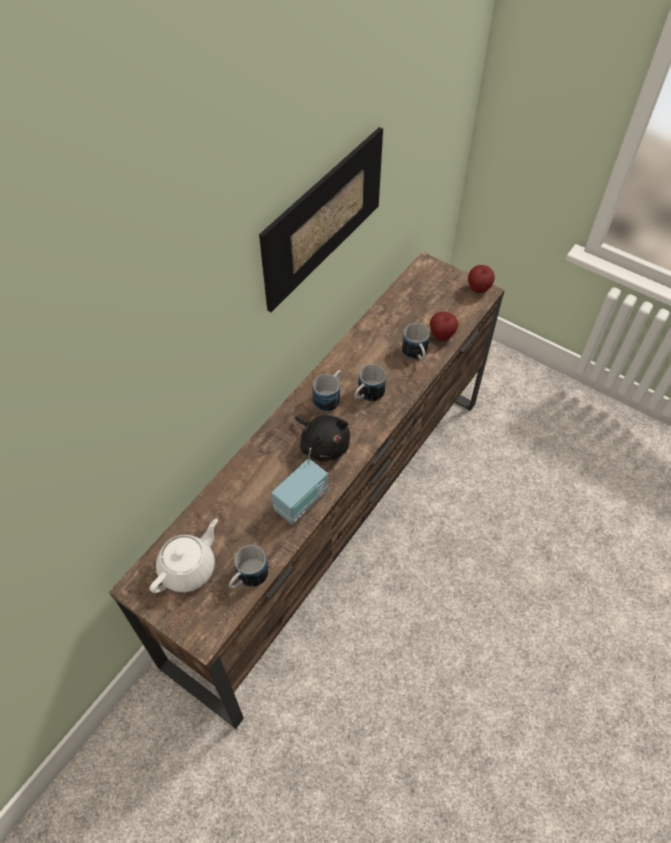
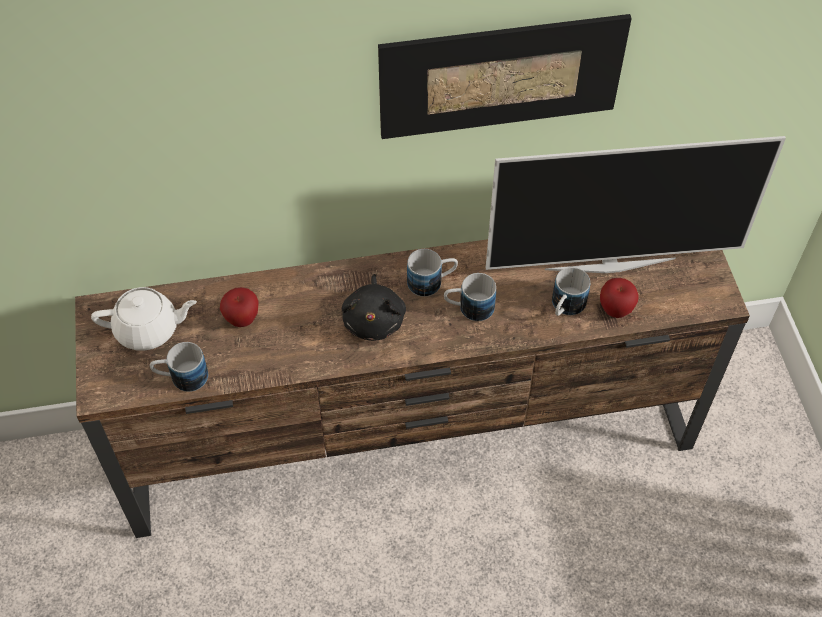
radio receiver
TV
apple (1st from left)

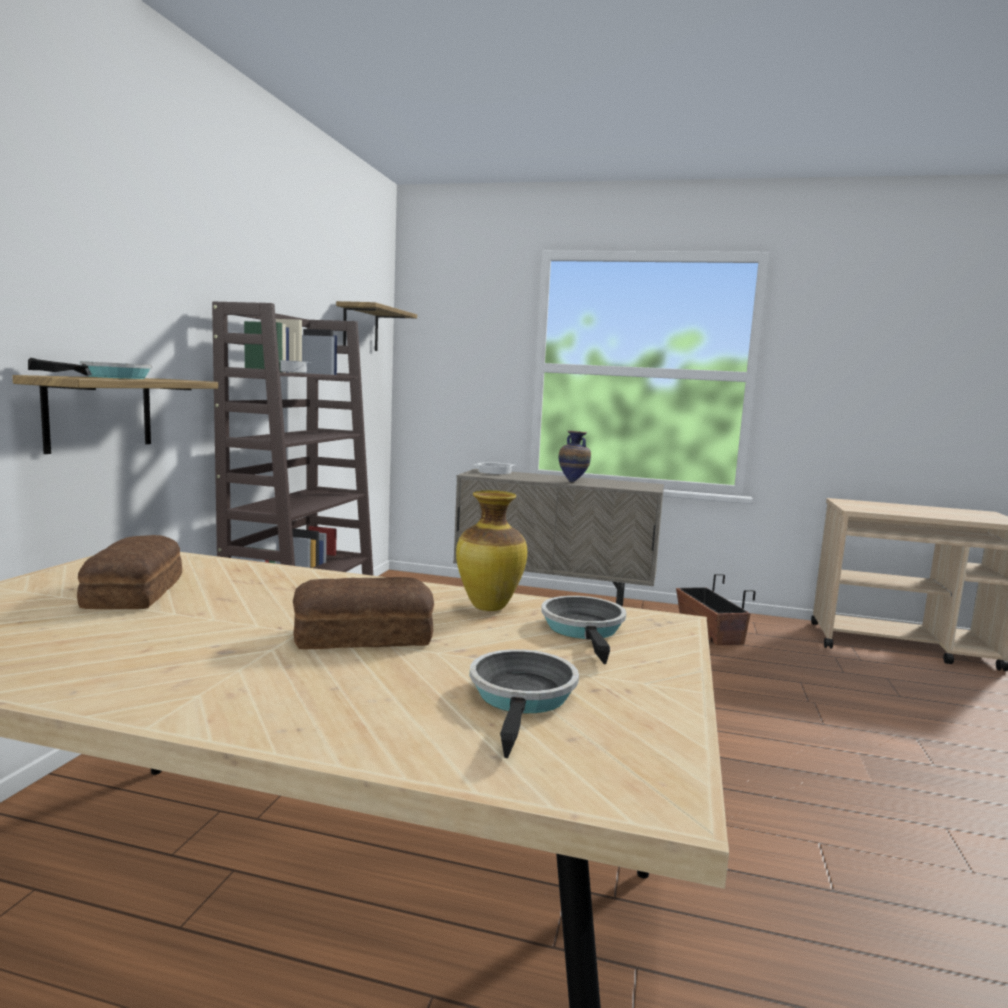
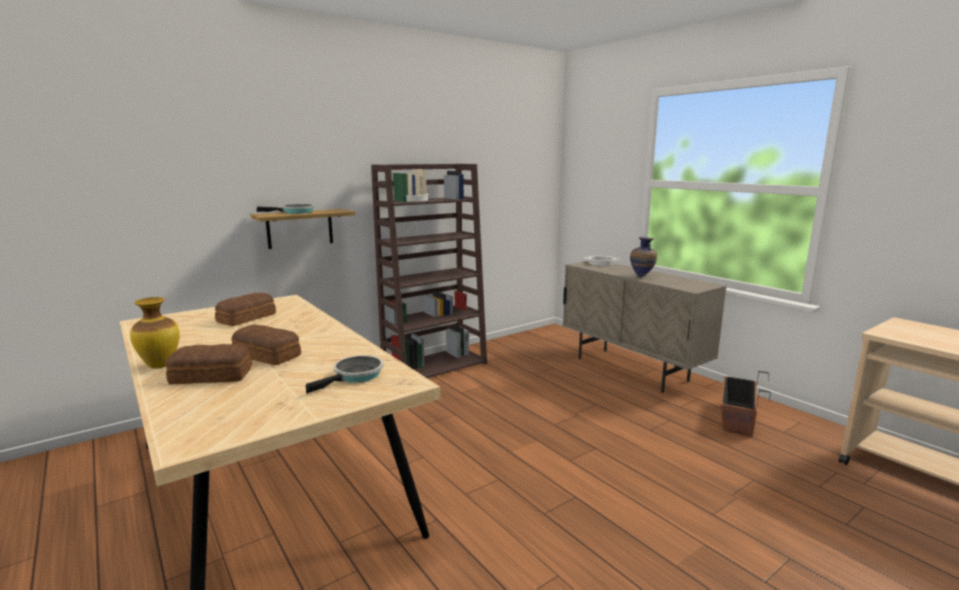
shelf (2nd from left in the first image)
frying pan (2nd from left in the first image)
bread (1st from left)
decorative vase (1st from left)

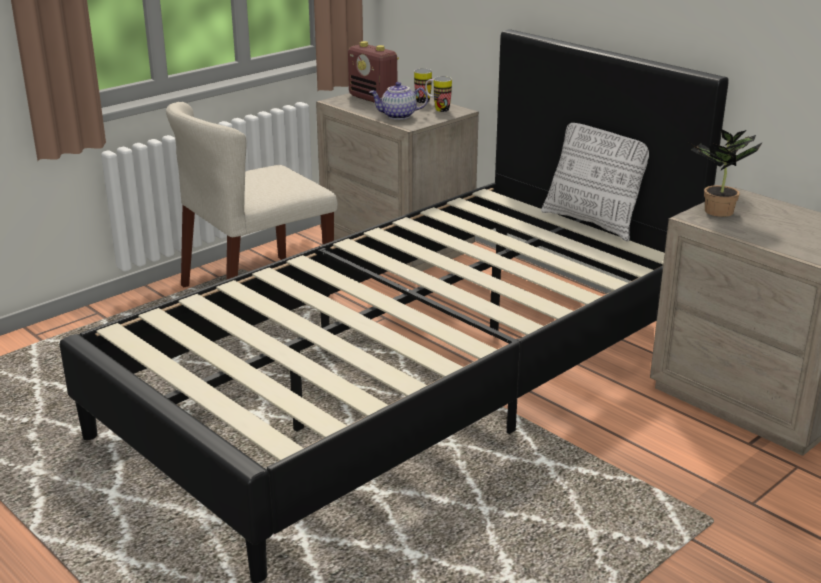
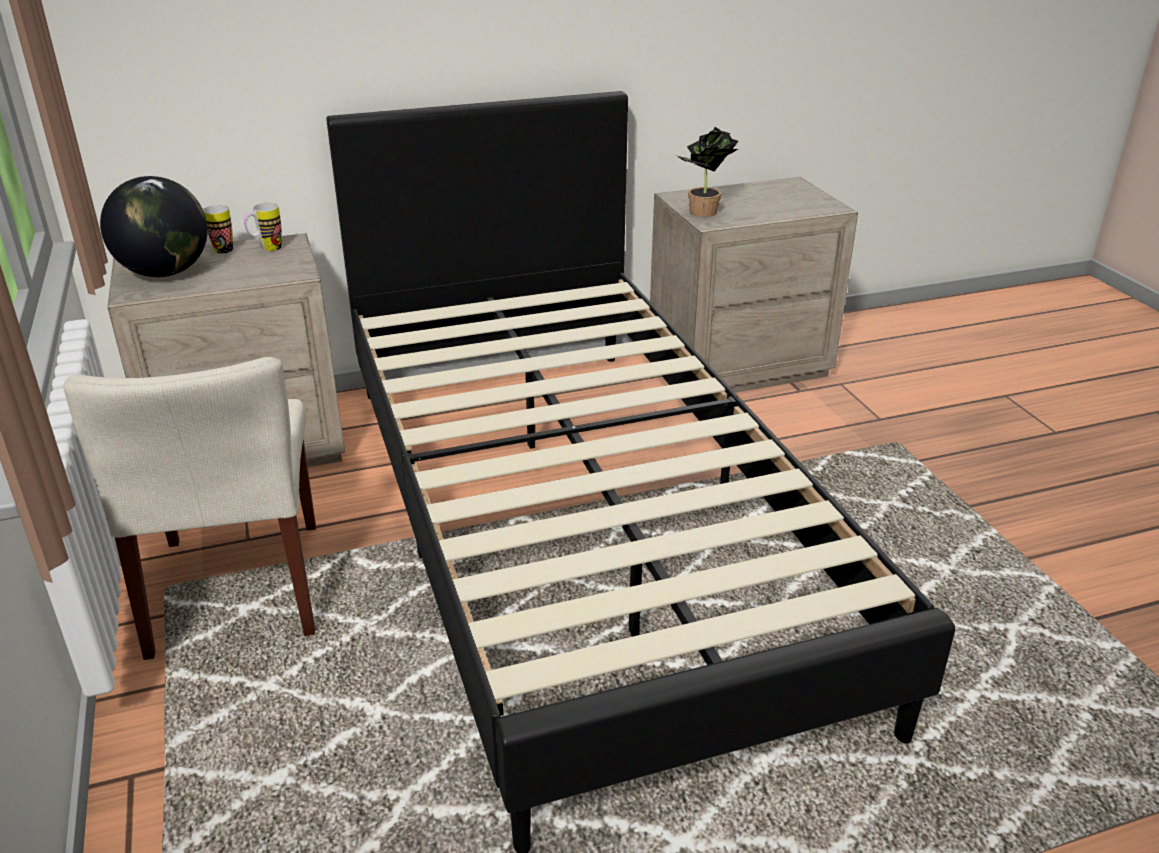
teapot
pillow
globe

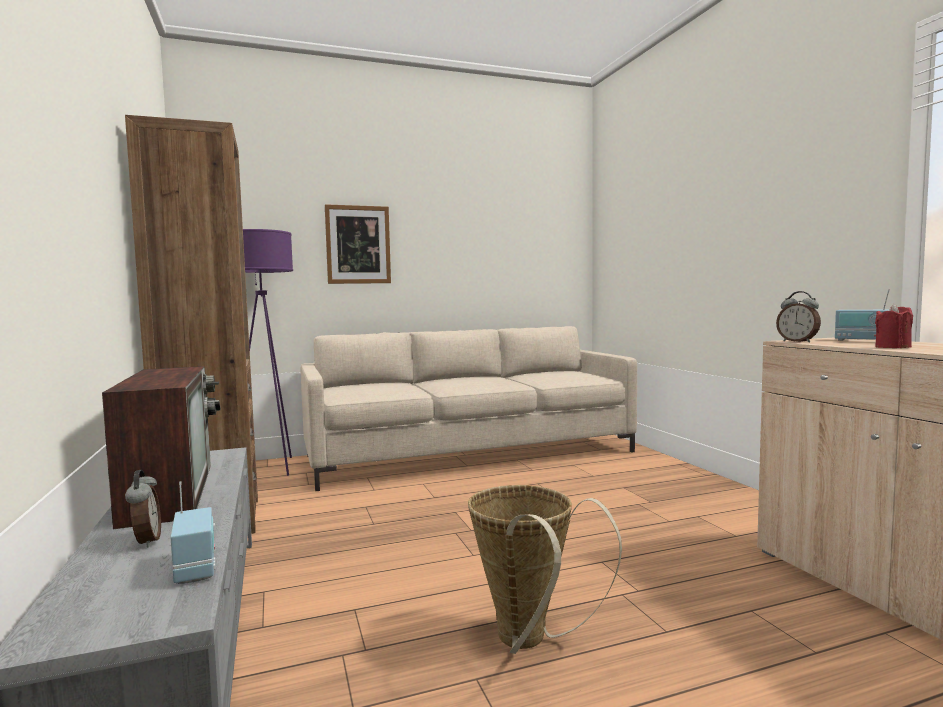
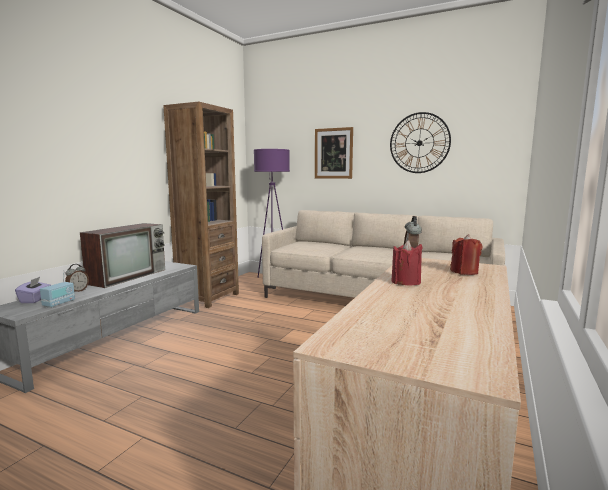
storage basket
purple tissue box
wall clock
red-coloured wax light (2nd from left)

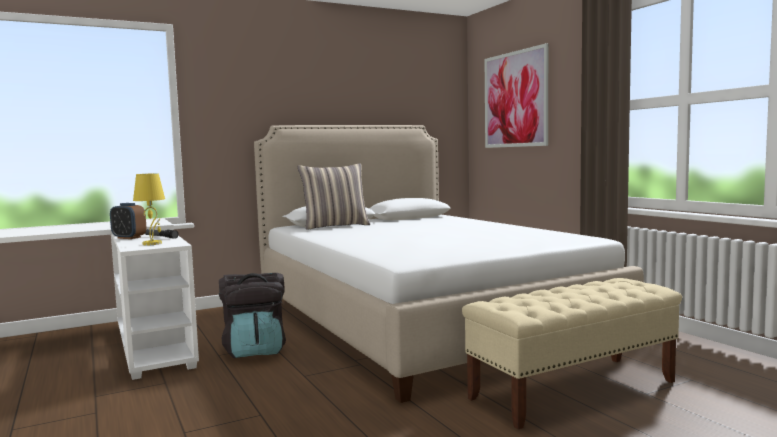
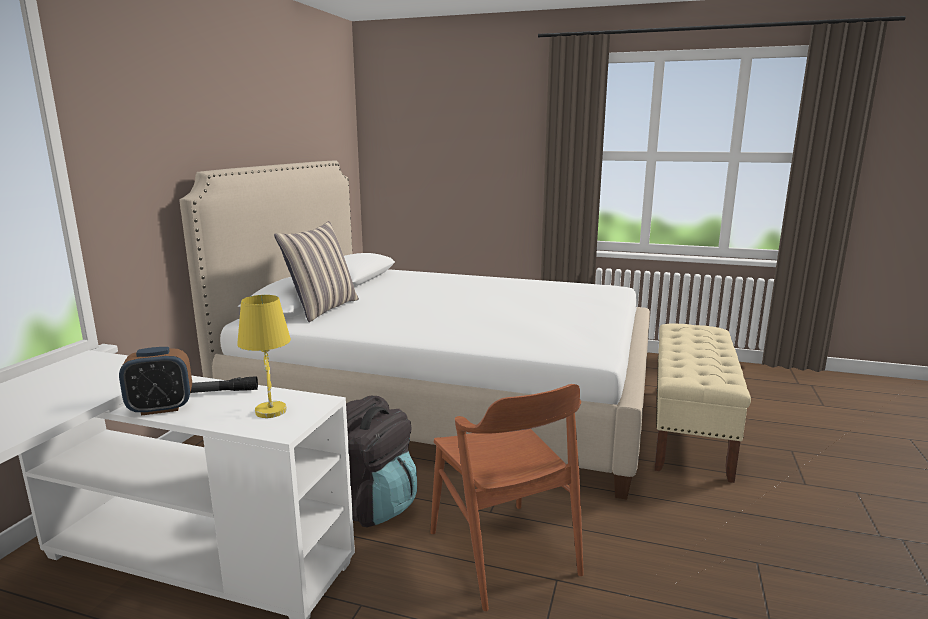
picture
brown upright chair

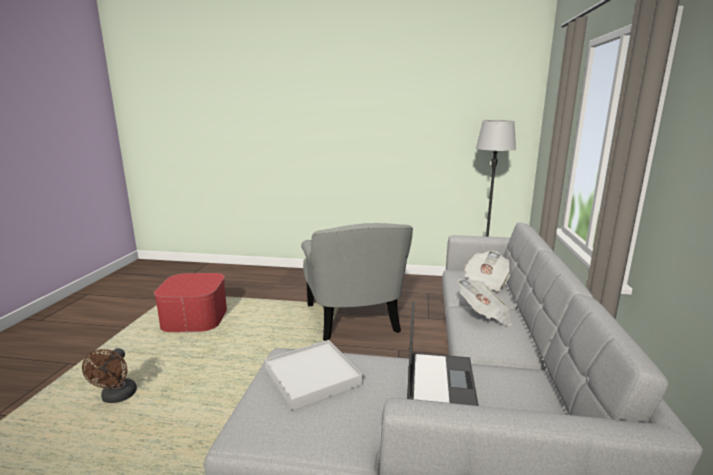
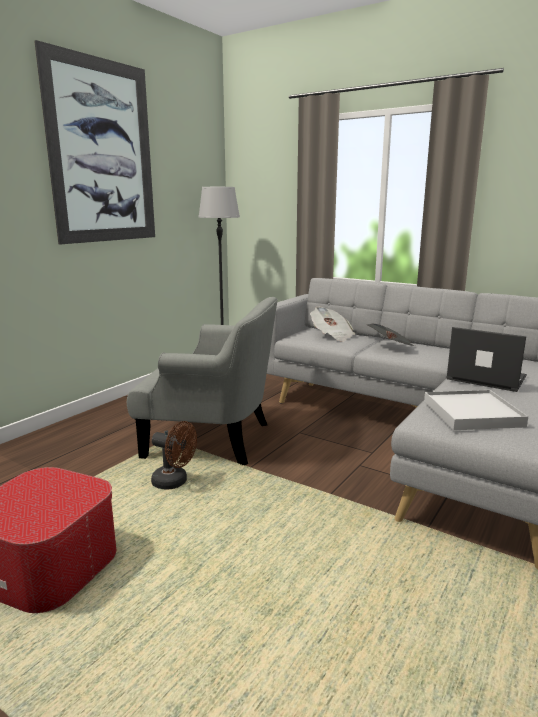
picture
brown electric fan

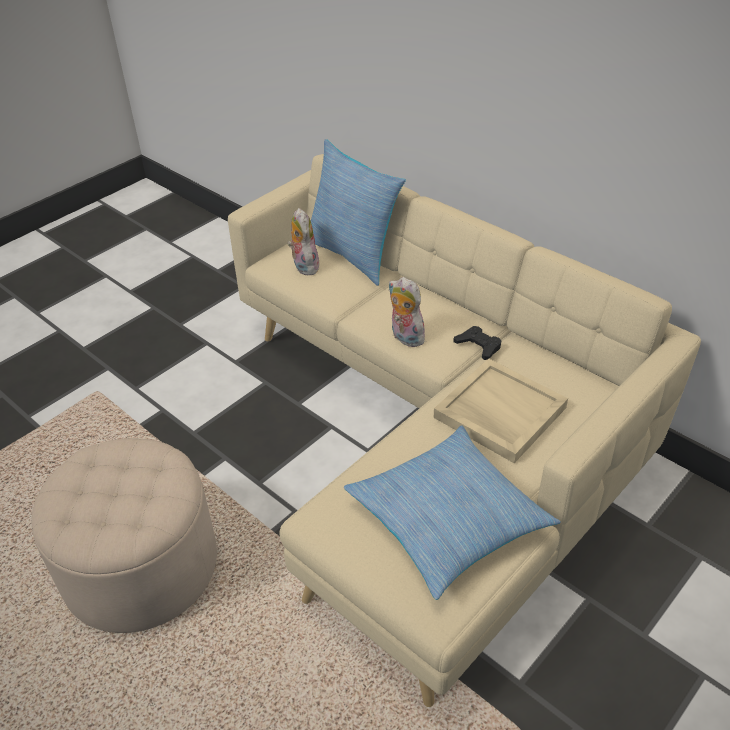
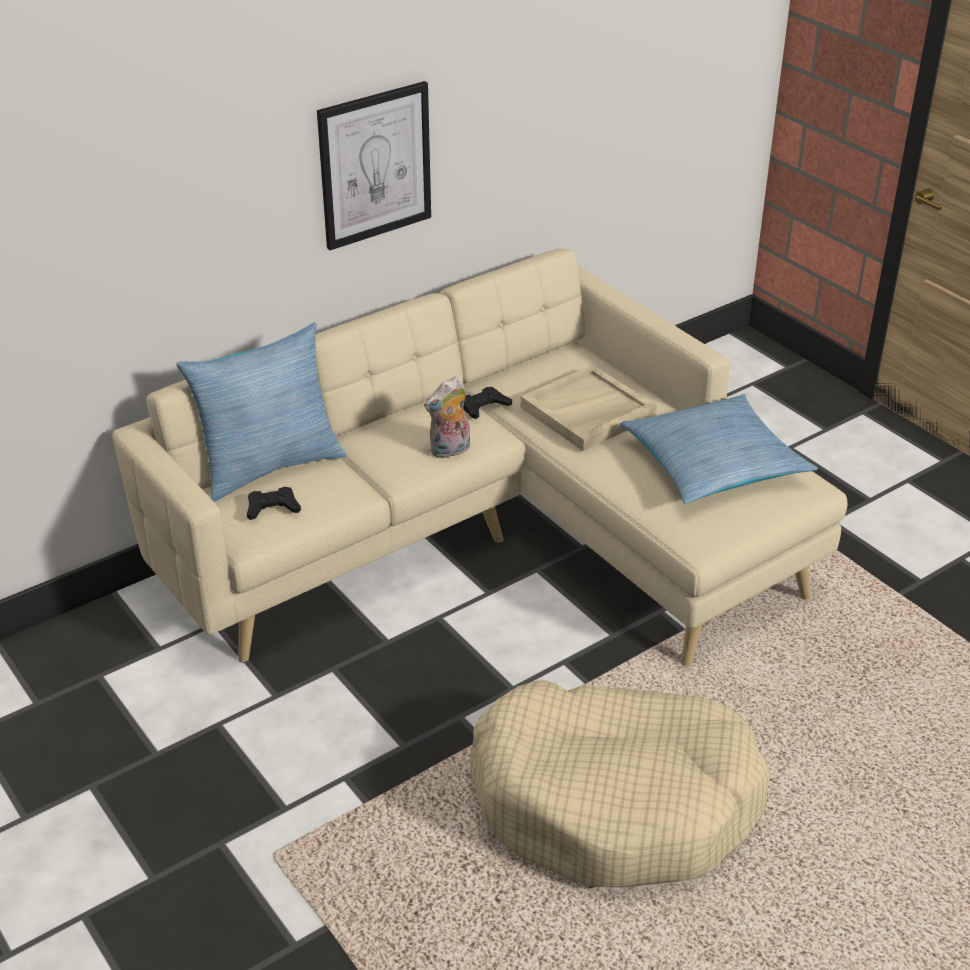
picture
sand-coloured dog cushion
black gamepad (1st from left)

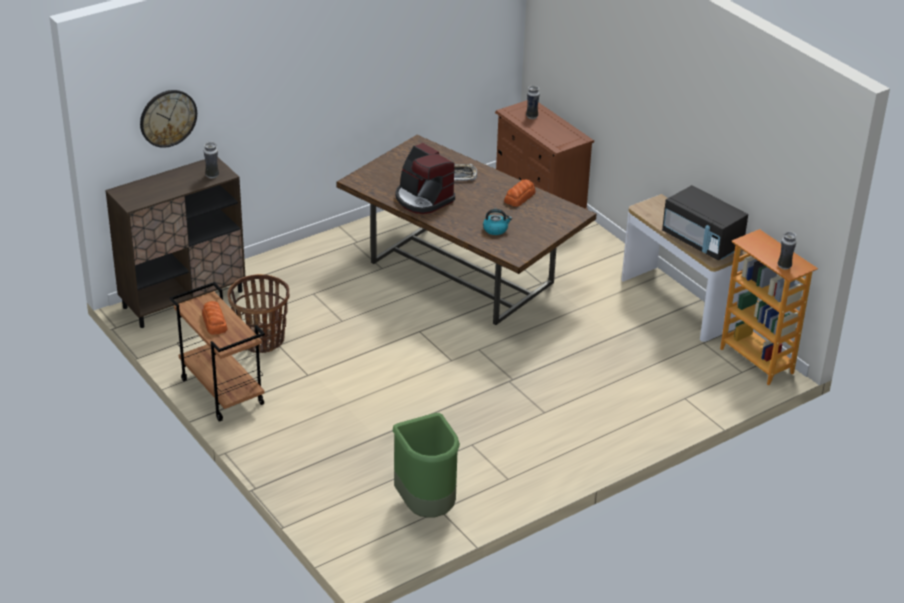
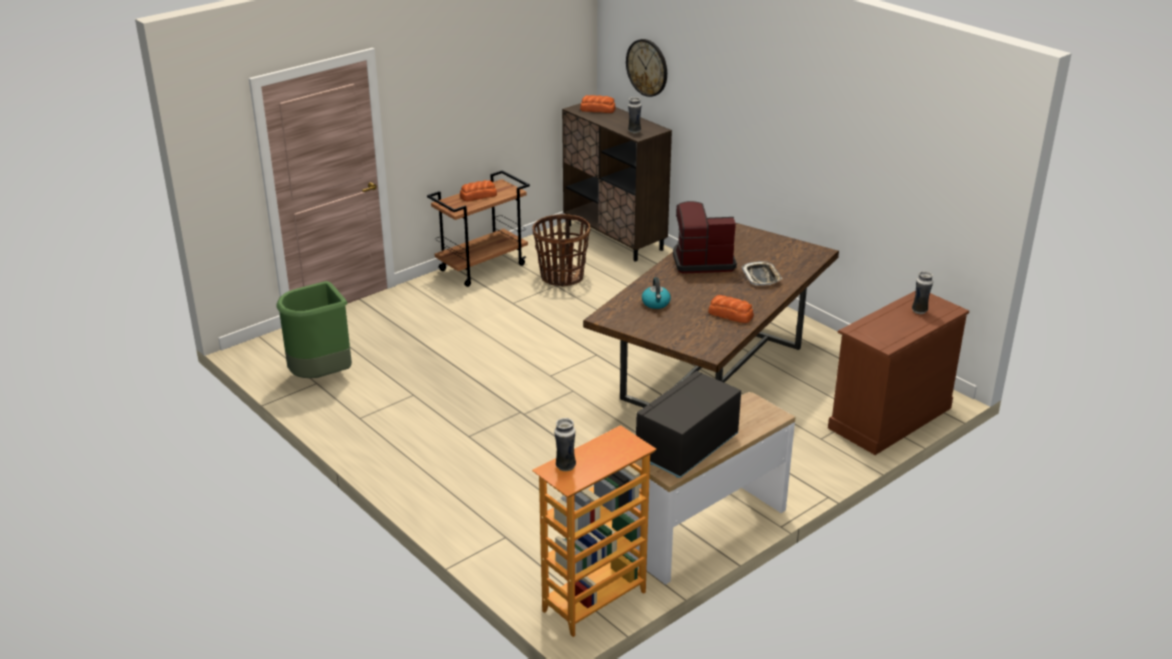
bread (2nd from left)
coffee maker

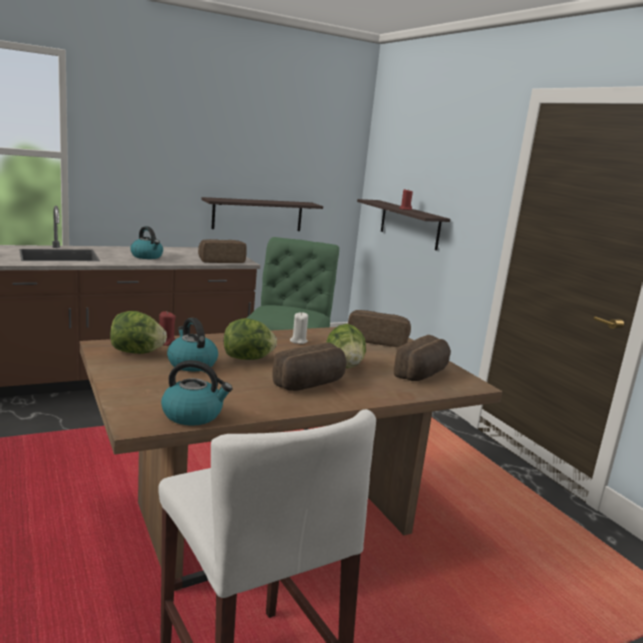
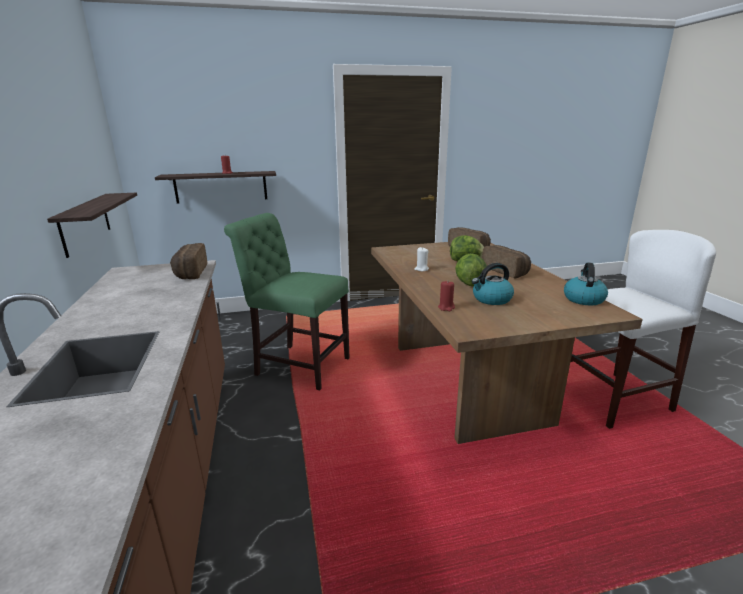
lettuce head (1st from left in the first image)
water kettle (1st from left in the first image)
bread (3rd from left in the first image)

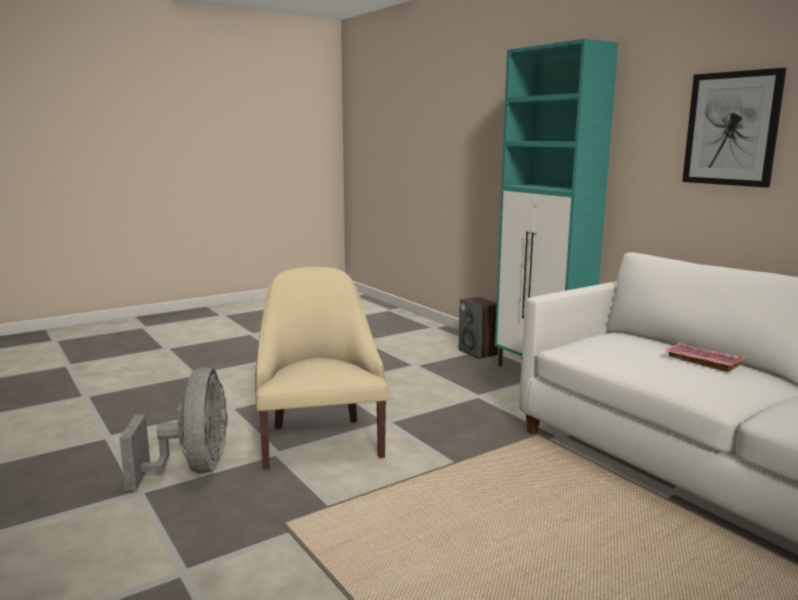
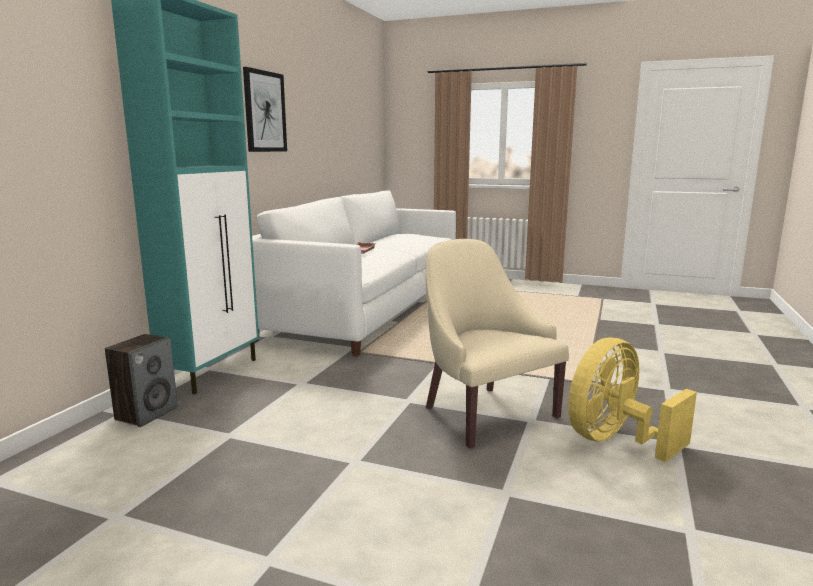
yellow electric fan
sand-coloured armchair

